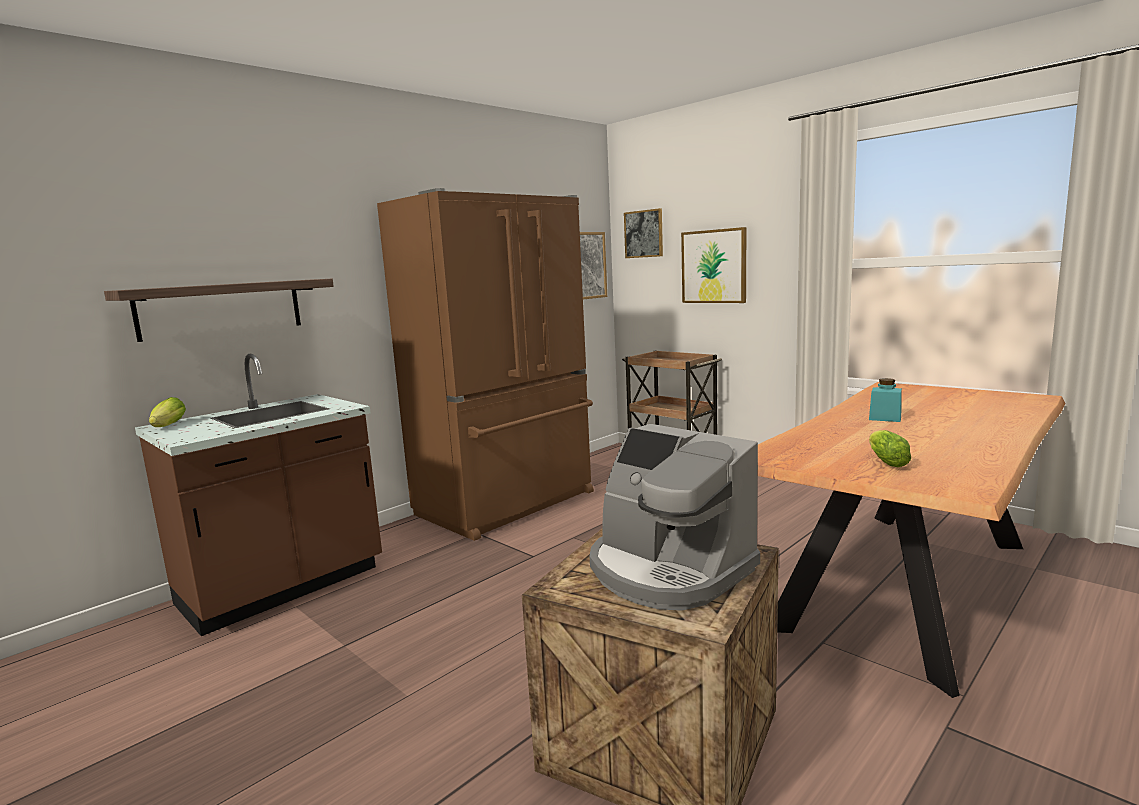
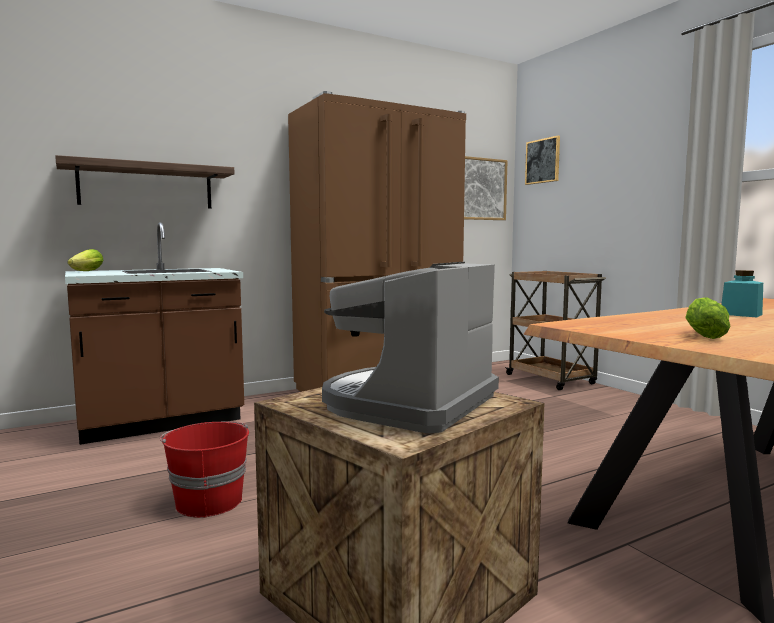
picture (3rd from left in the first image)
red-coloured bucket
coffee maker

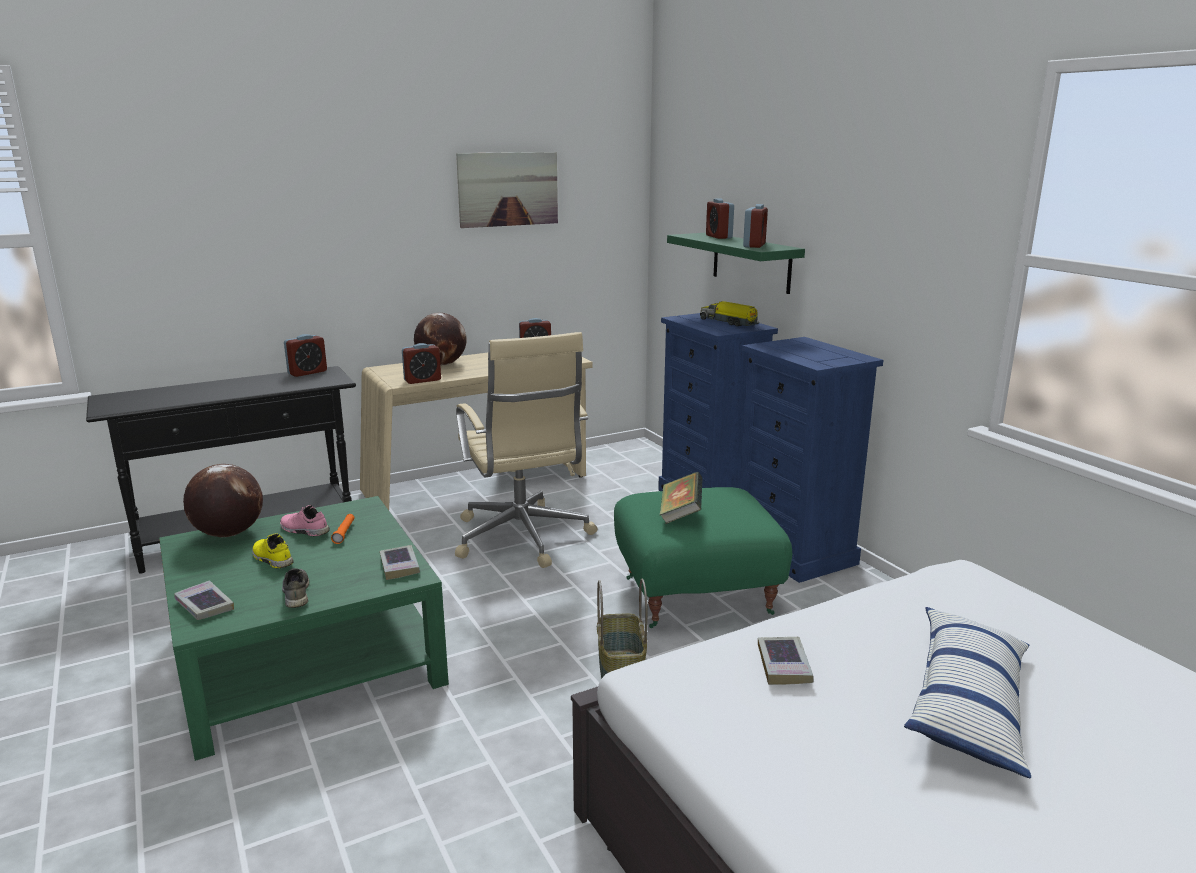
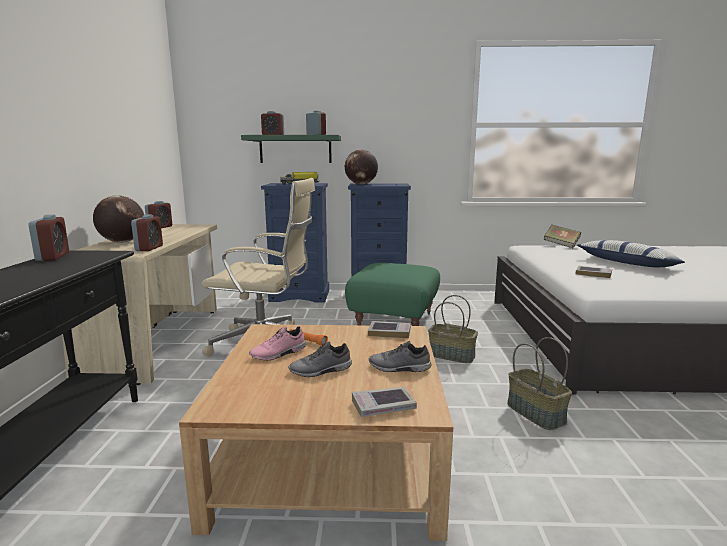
picture
storage basket (2nd from left)
globe (2nd from left)
volume (3rd from left)
sand-coloured low table
greyish item of footwear (1st from left)

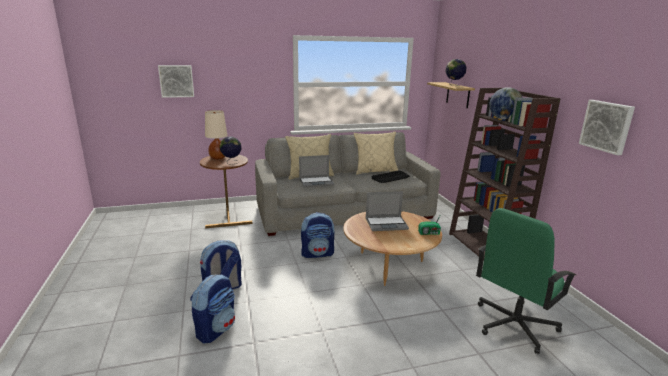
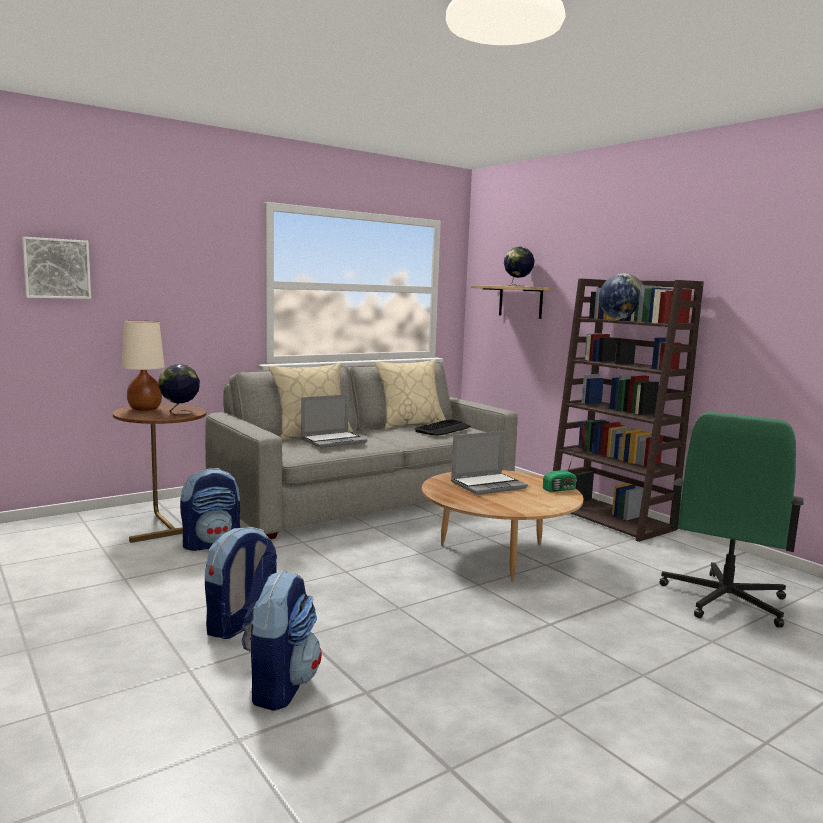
picture (2nd from left in the first image)
rucksack (1st from left)

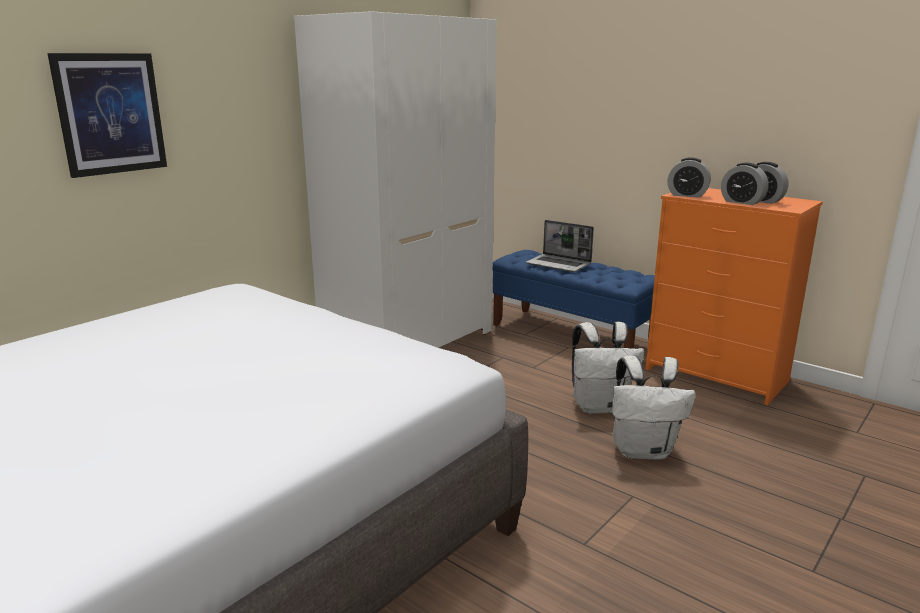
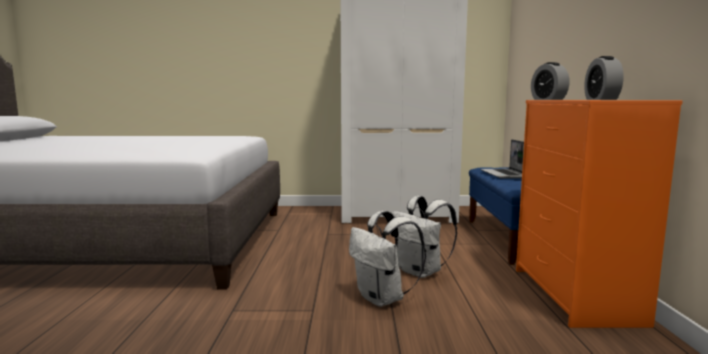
picture
table clock (2nd from left in the first image)

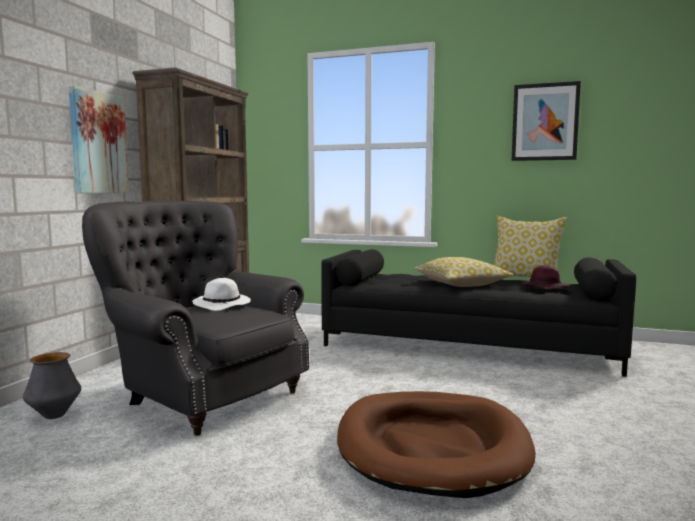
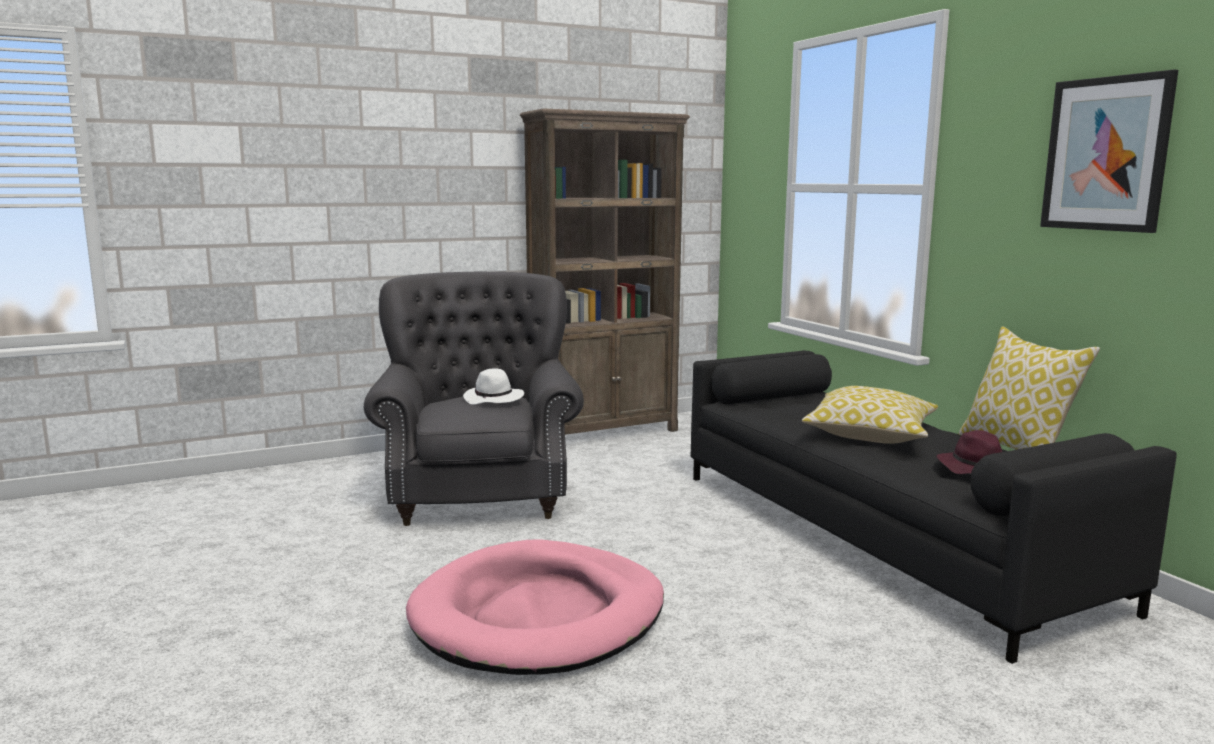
decorative vase
picture (1st from left in the first image)
pinkish dog cushion

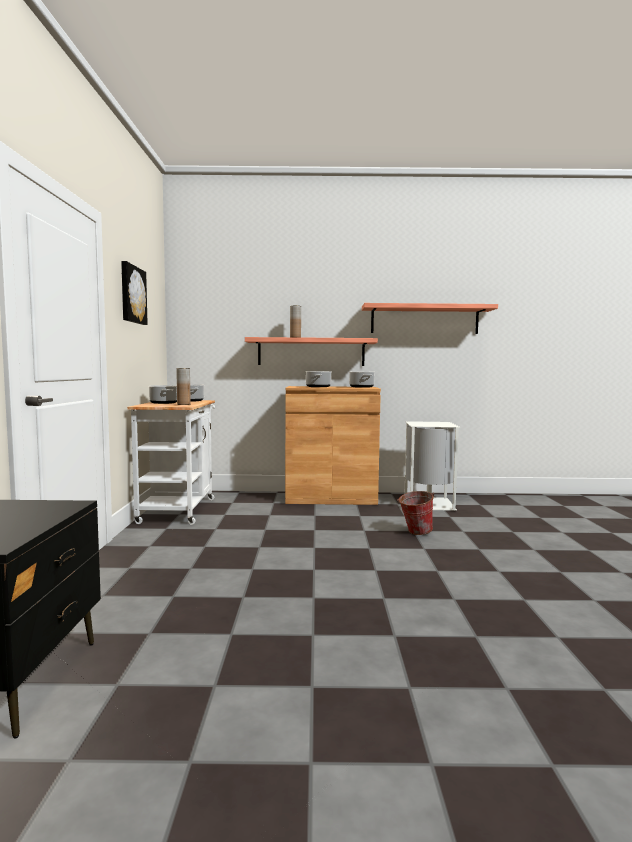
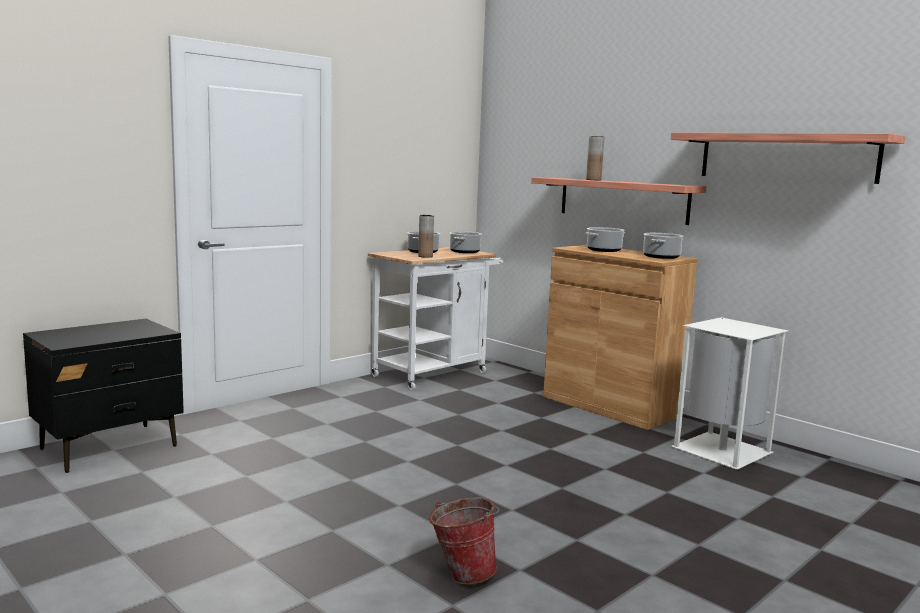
picture
bucket

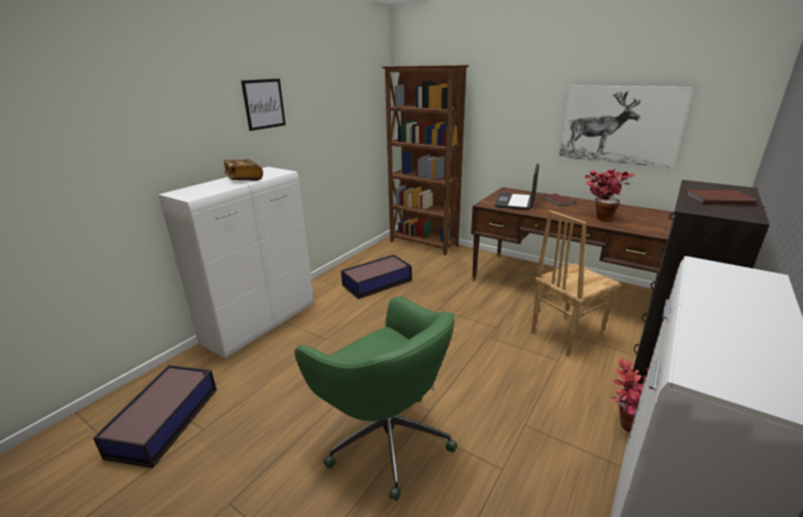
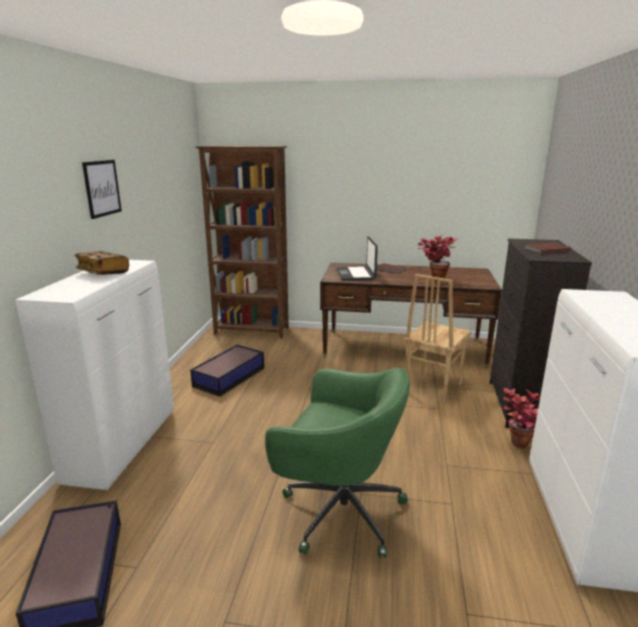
picture (2nd from left in the first image)

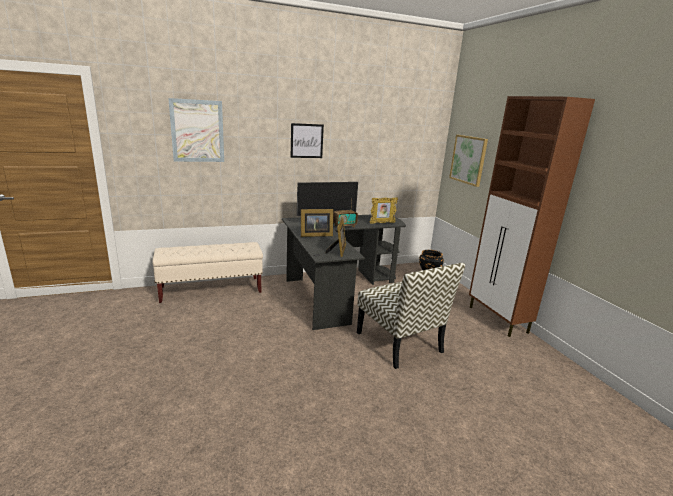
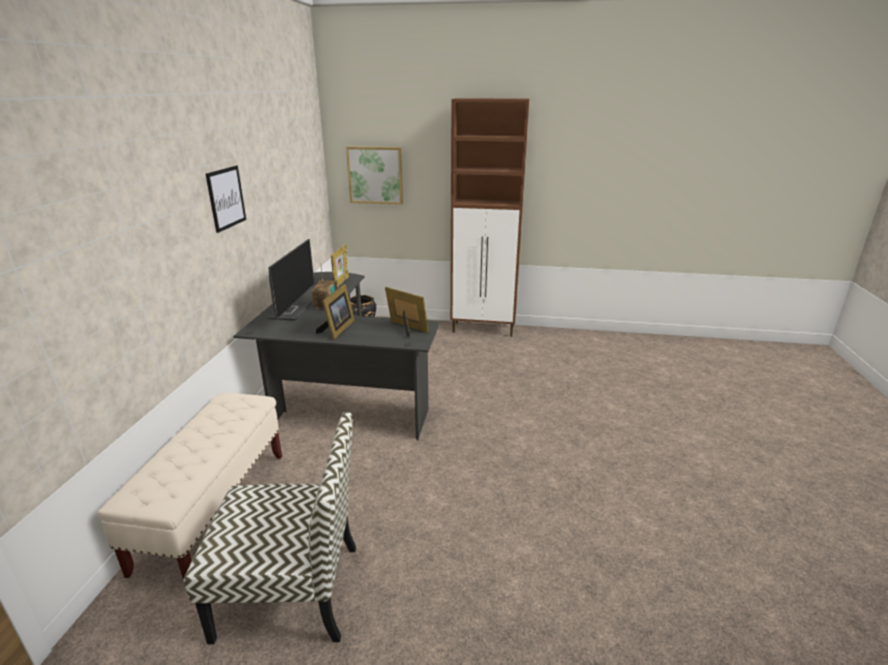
picture (1st from left in the first image)
upright chair

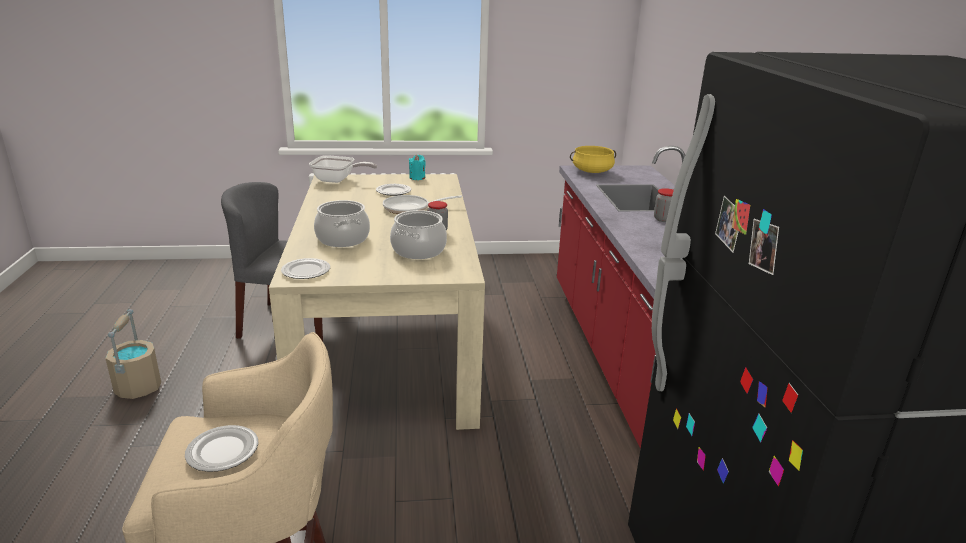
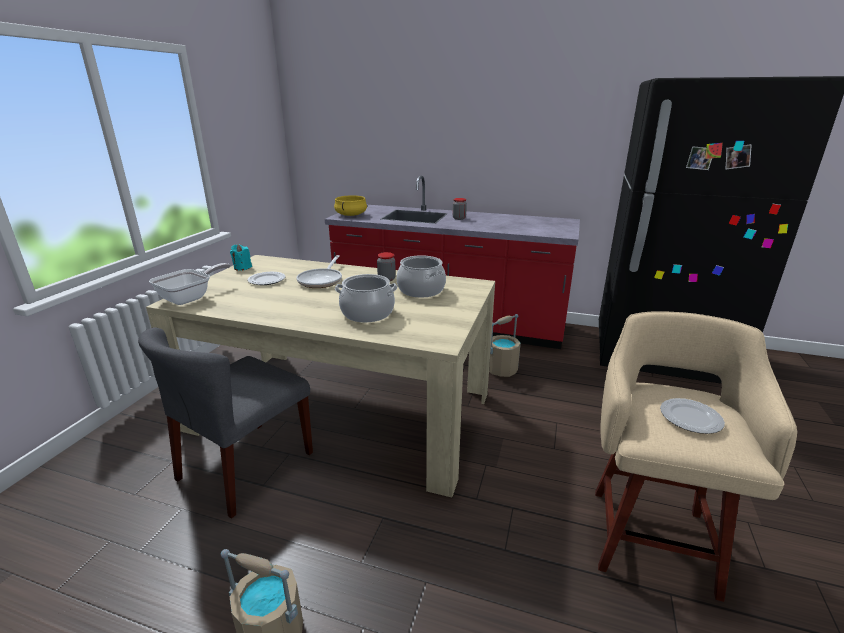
flat dish (2nd from left in the first image)
sand-coloured bucket (2nd from left)

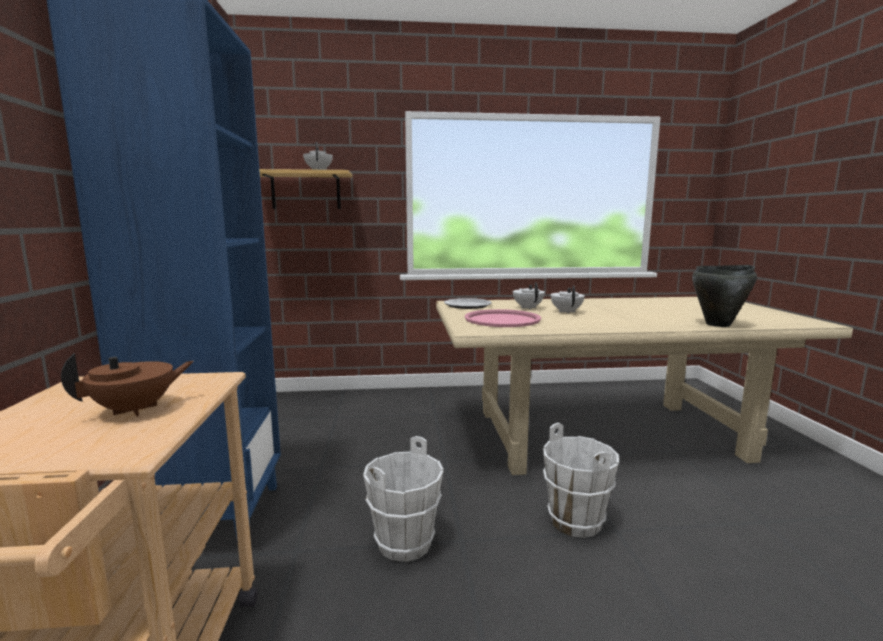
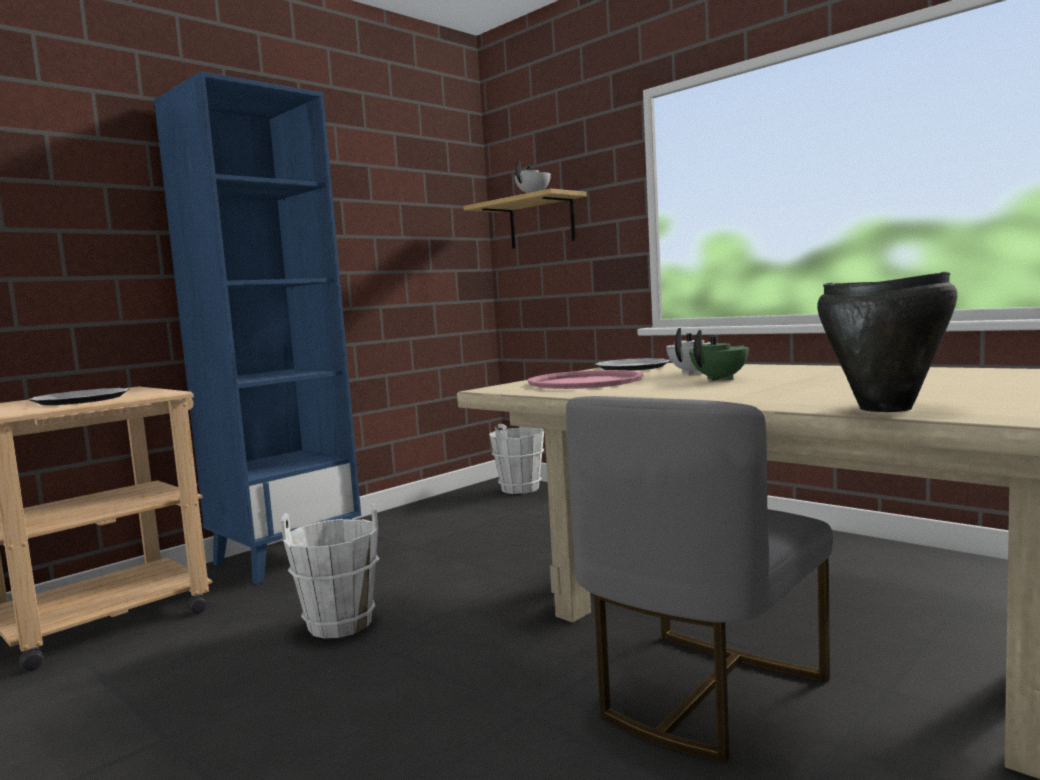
greyish upright chair
white bucket (2nd from left)
flat dish (1st from left)
greenish teapot

